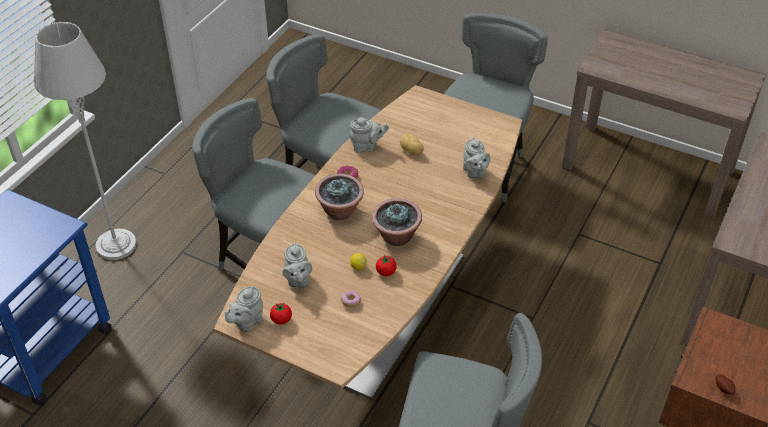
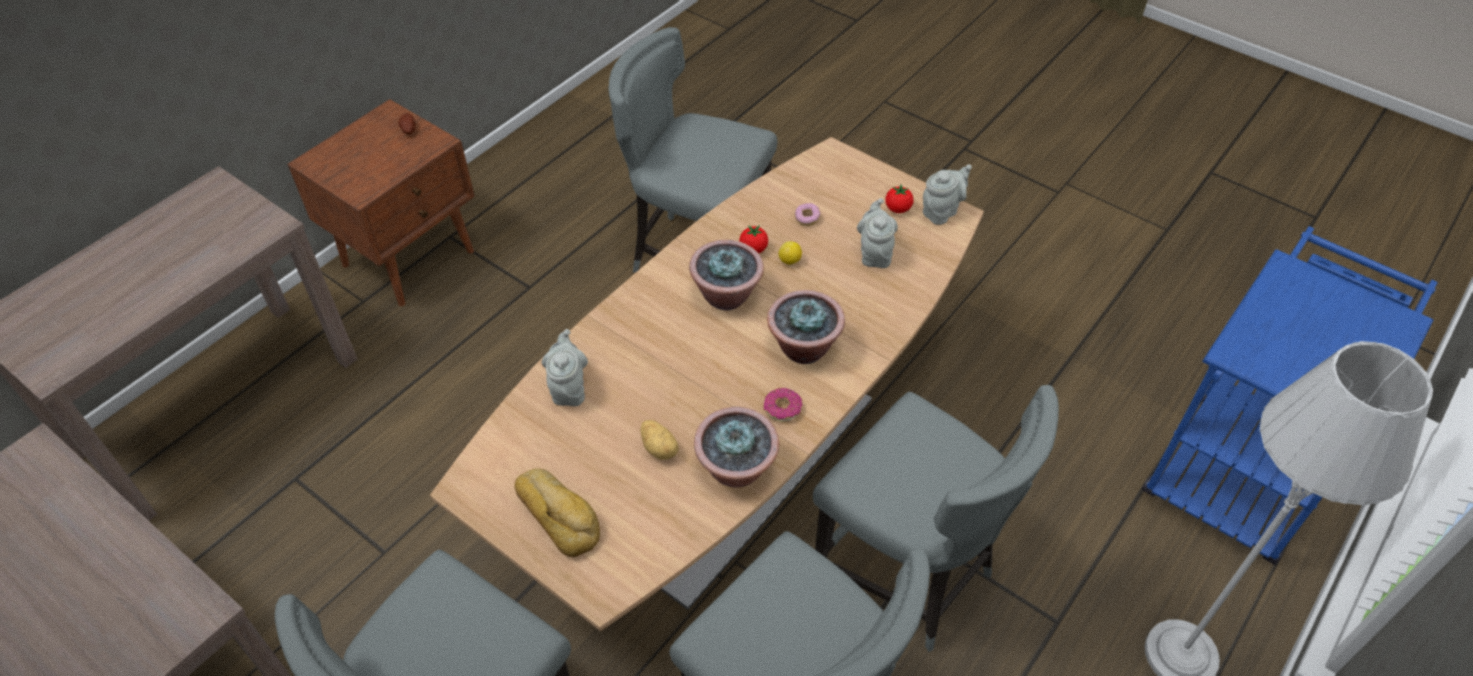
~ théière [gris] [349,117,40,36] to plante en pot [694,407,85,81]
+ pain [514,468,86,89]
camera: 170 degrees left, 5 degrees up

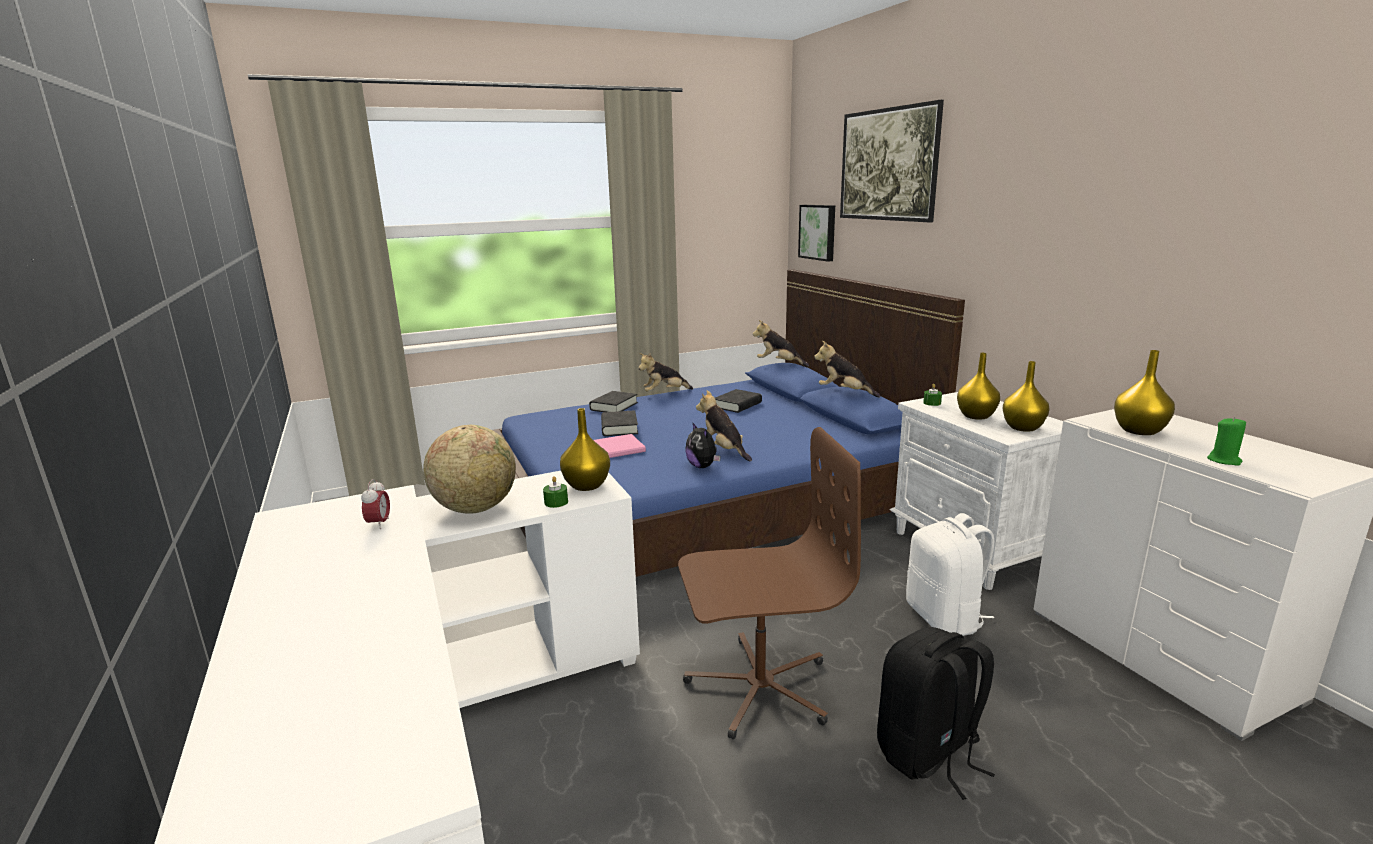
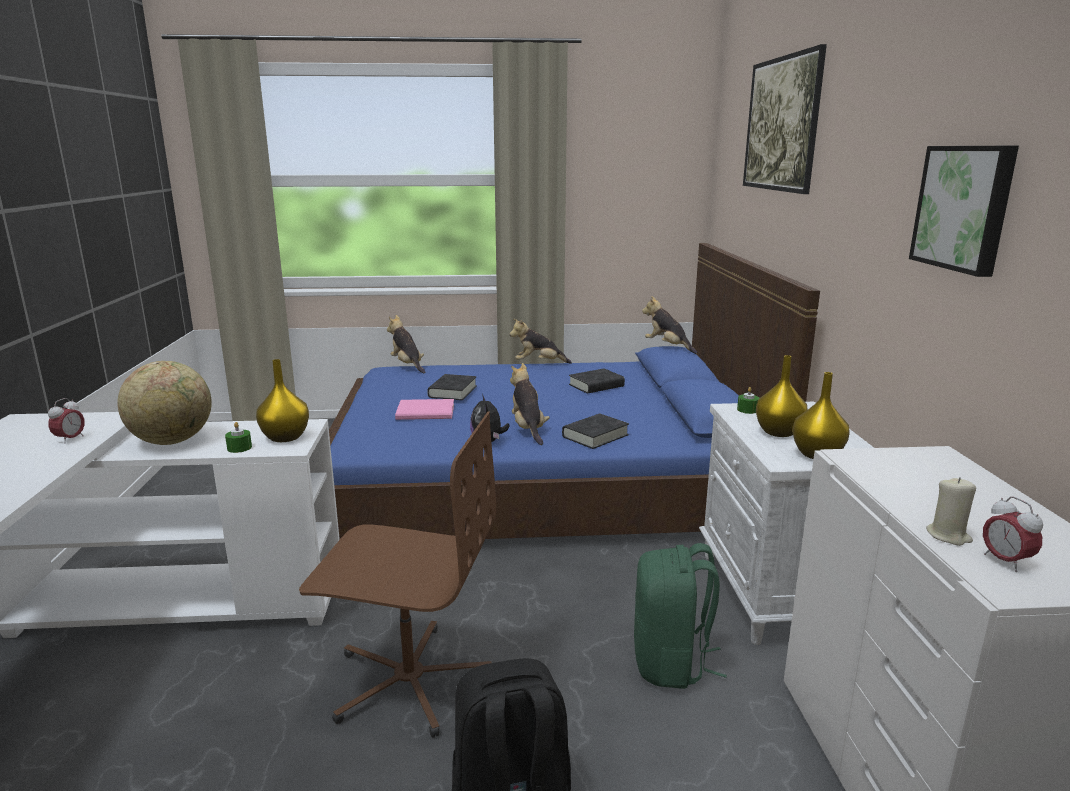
~ tableau [798,205,37,57] to [909,146,110,131]
~ peluche [814,341,66,57] to [387,315,38,58]
- vase [jaune] [1114,350,61,85]
~ livre [noir] [589,391,49,21] to [562,414,67,35]
~ bougie [vert] [1207,417,39,49] to bougie [beige] [926,477,50,69]
~ sac à dos [blanc] [906,513,88,123] to sac à dos [vert] [634,543,93,146]
+ réveil [983,496,60,76]
camera: 20 degrees right, 0 degrees up

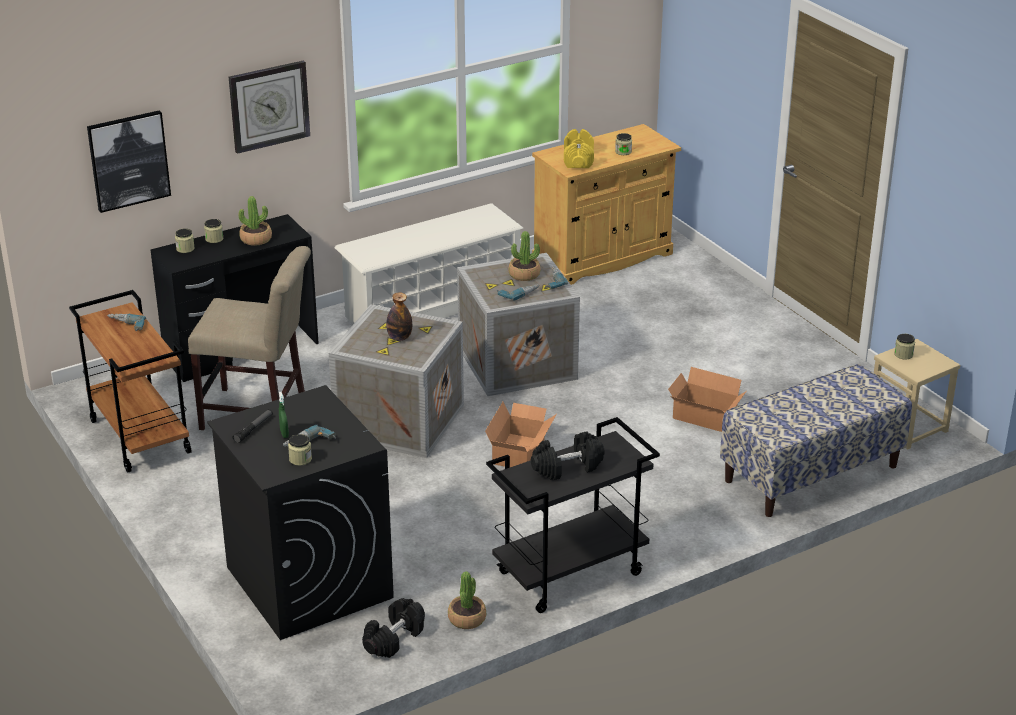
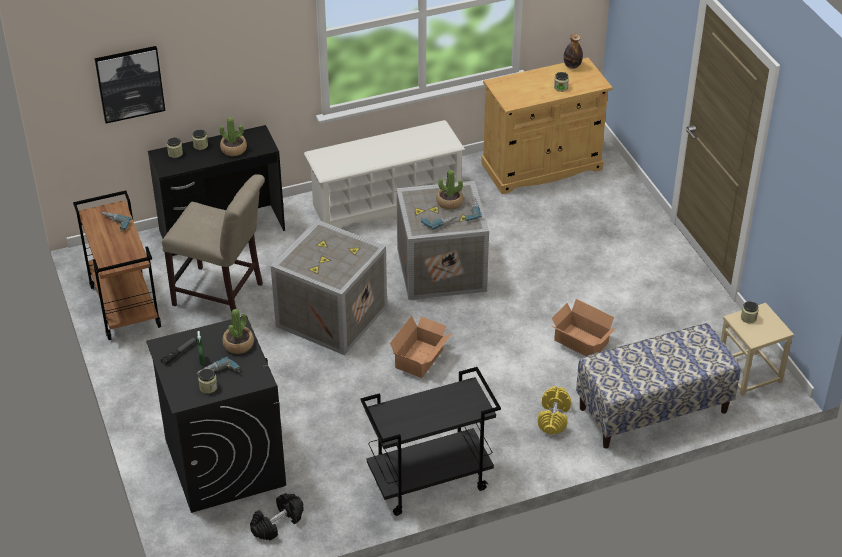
- horloge murale [229,61,81,93]
~ haltère [jaune] [564,129,30,39] to [538,386,33,49]
~ bouteille [386,292,26,49] to [564,34,19,35]
- haltère [noir] [531,432,74,48]
~ plante en pot [448,571,38,58] to [222,309,32,45]
camera: 10 degrees right, 10 degrees up

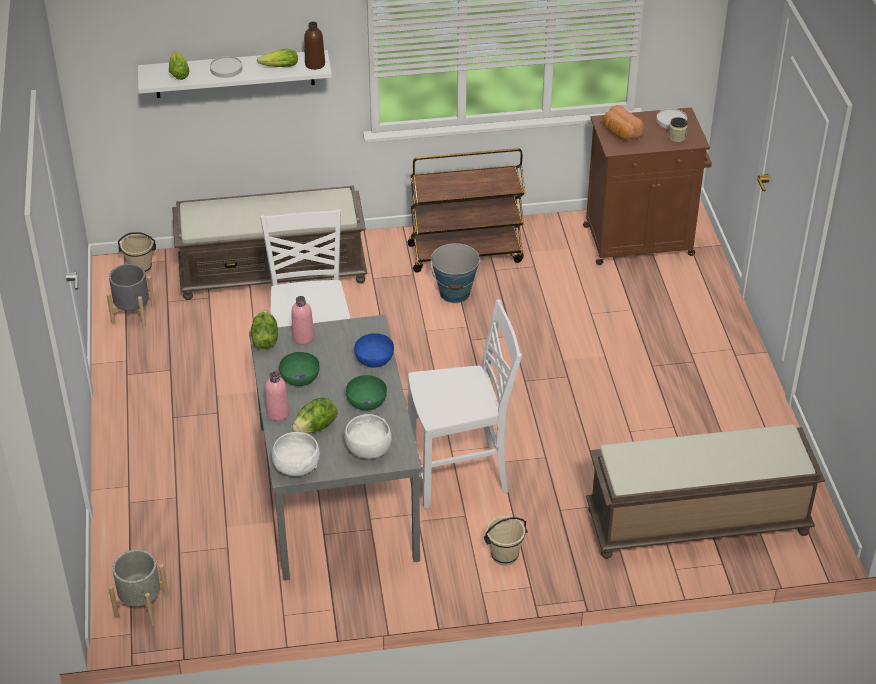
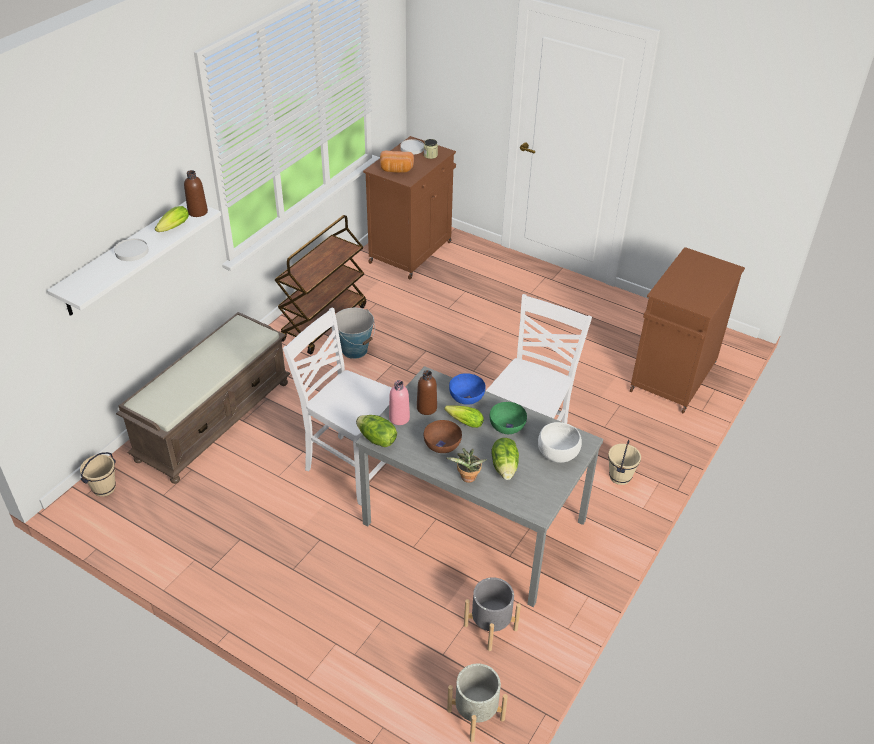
~ laitue [169,51,20,29] to [444,405,40,23]
~ cache-pot [gris] [106,264,49,64] to [464,577,57,74]
~ bol [vert] [279,352,41,34] to bol [marron] [424,420,38,33]
~ bouteille [rose] [265,371,24,50] to plante en pot [446,448,41,35]
~ banc [marron] [586,425,239,134] to meuble de rangement [marron] [630,247,115,167]
- bol [blanc] [271,432,49,44]
+ bouteille [marron] [417,370,20,45]
camera: 50 degrees left, 0 degrees up

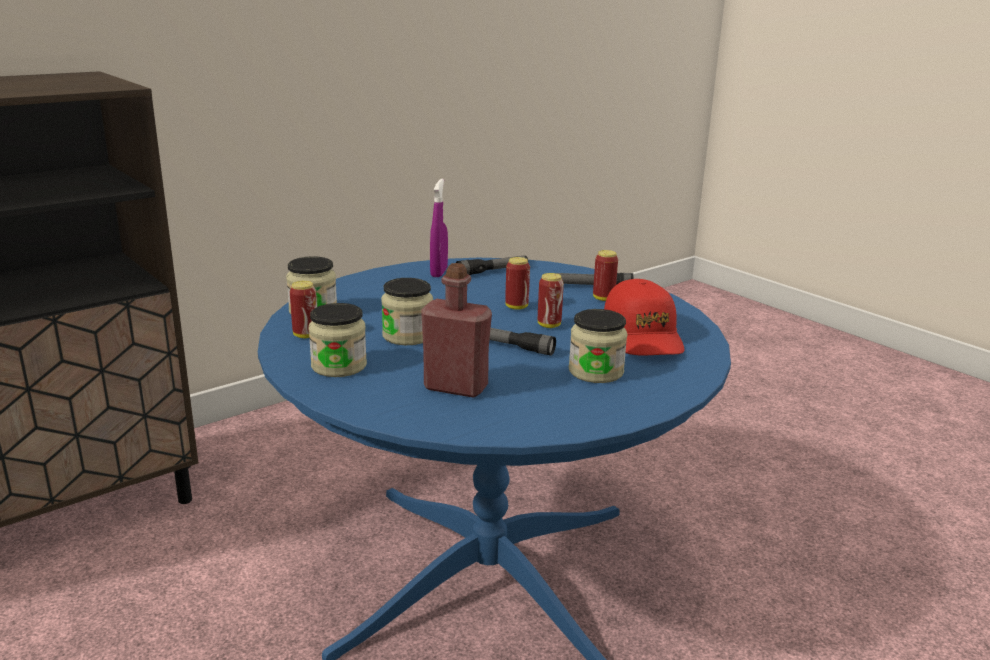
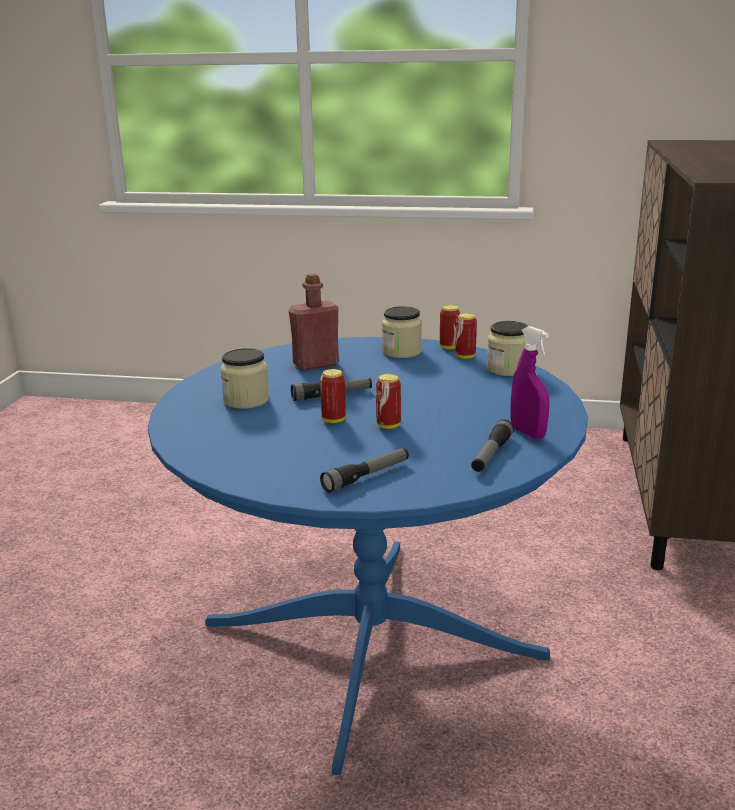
~ boîte métallique [593,250,25,51] to [440,305,20,44]
- bocal [381,278,52,67]
- casquette [rouge] [604,279,80,77]
camera: 140 degrees right, 0 degrees up

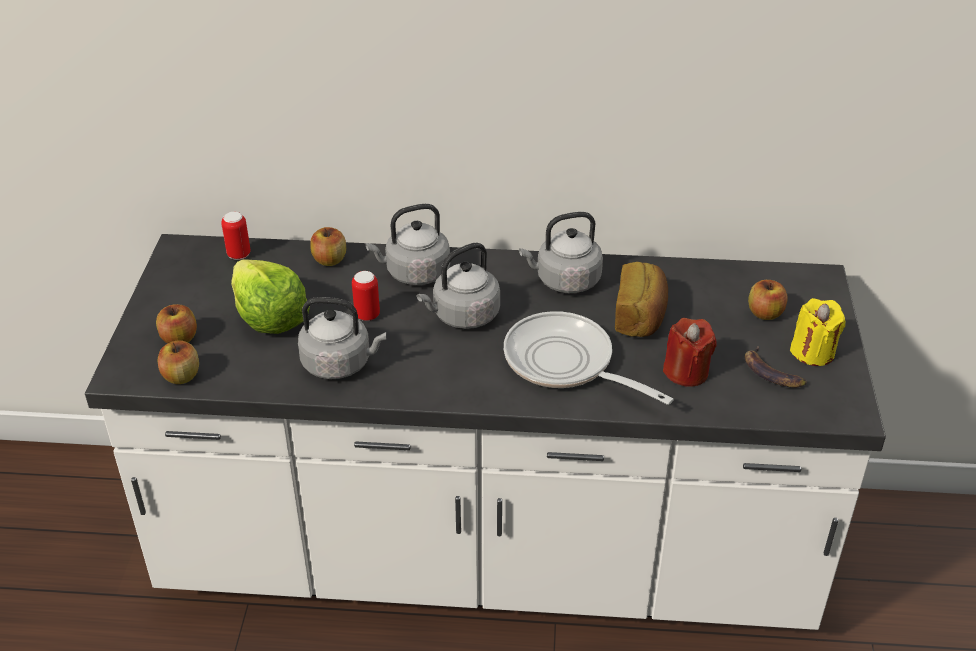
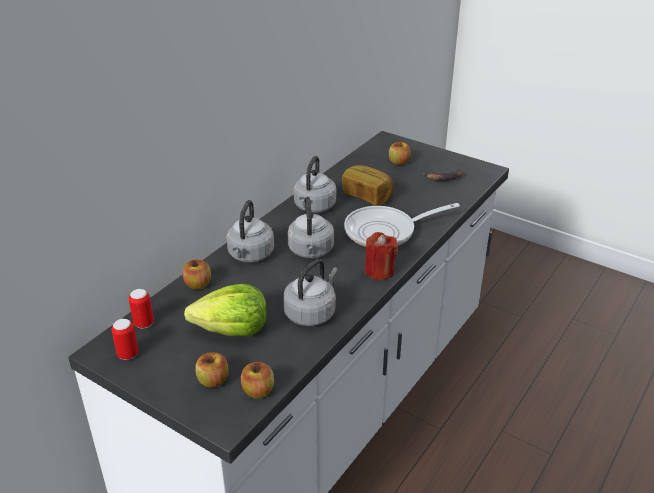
~ boîte métallique [352,271,28,50] to [111,319,27,41]
- bougie [jaune] [790,298,55,68]
~ bougie [rouge] [663,318,53,69] to [365,232,32,48]
camera: 60 degrees left, 5 degrees down

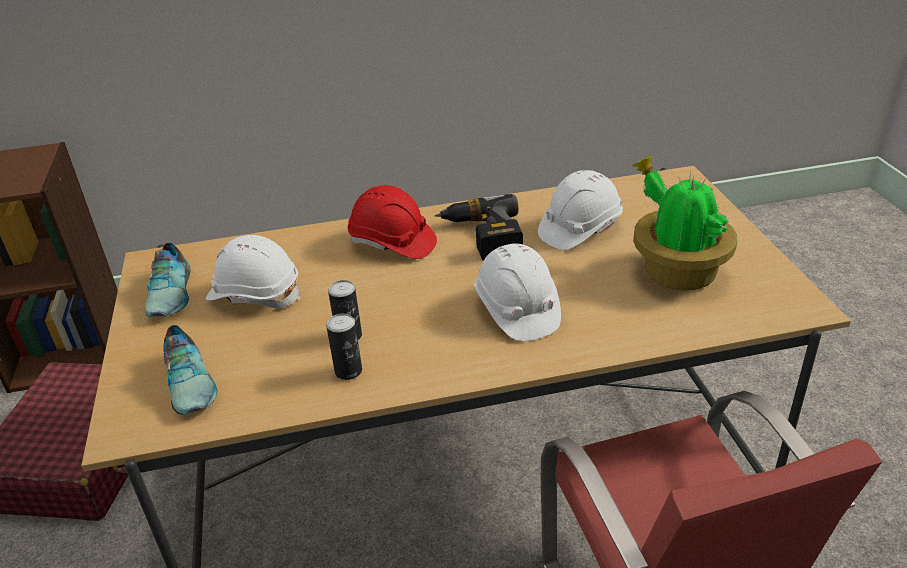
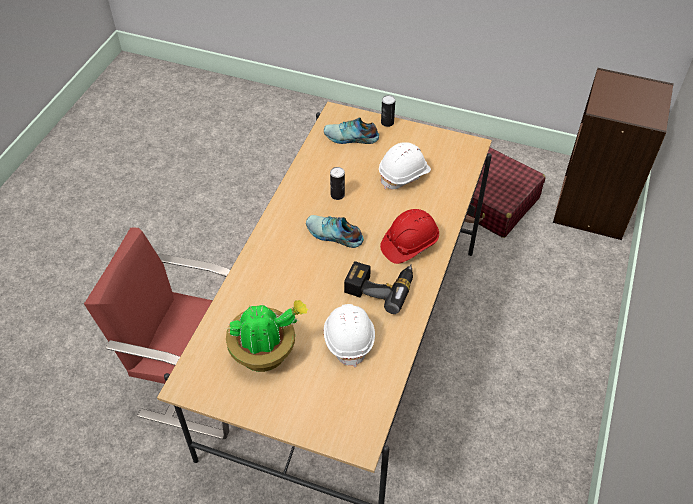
~ chaussure [145,242,46,75] to [306,215,58,33]
- casque de chantier [blanc] [474,244,87,97]
~ boîte métallique [326,313,36,67] to [381,95,14,32]
camera: 120 degrees right, 15 degrees up

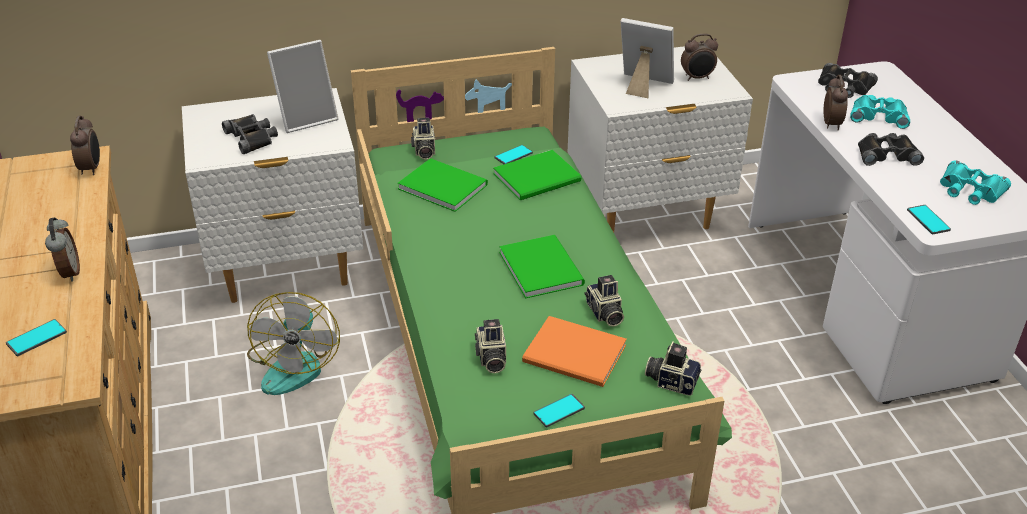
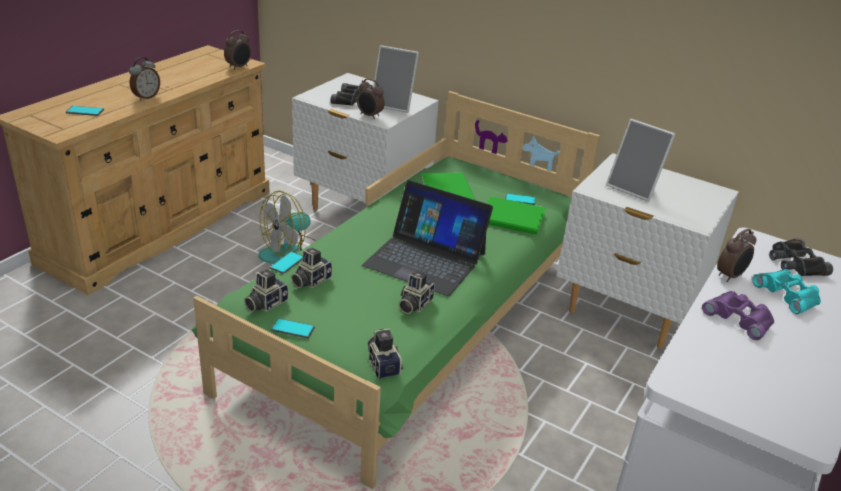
~ cadre photo [620,18,54,80] = [606,119,69,83] 150 degrees clockwise
~ réveil [681,34,37,47] to [357,78,28,41]
~ appareil photo [411,118,24,42] to [244,269,45,43]
~ jumelles [noir] [858,133,66,33] to jumelles [violet] [702,291,72,49]
- jumelles [turquoise] [940,160,71,45]
~ téléphone [907,205,44,30] to [270,251,32,23]
~ livre [vert] [499,235,86,64] to ordinateur portable [362,180,131,116]
- livre [orange] [522,316,105,71]
camera: 45 degrees right, 5 degrees down

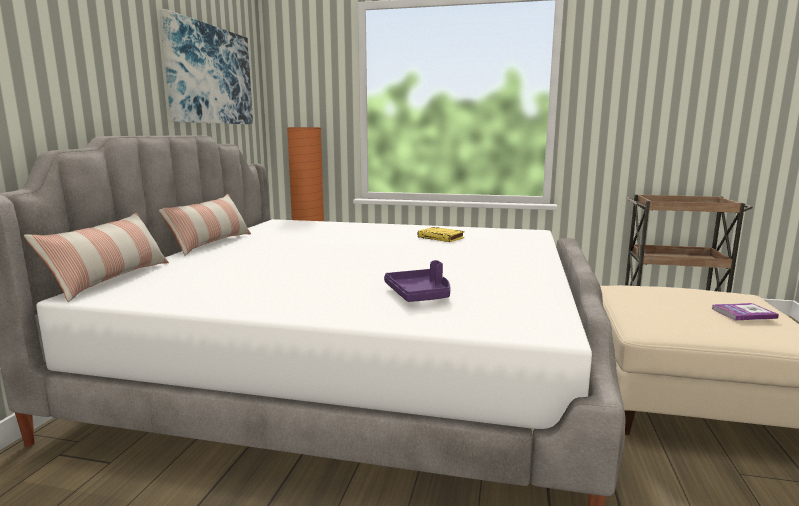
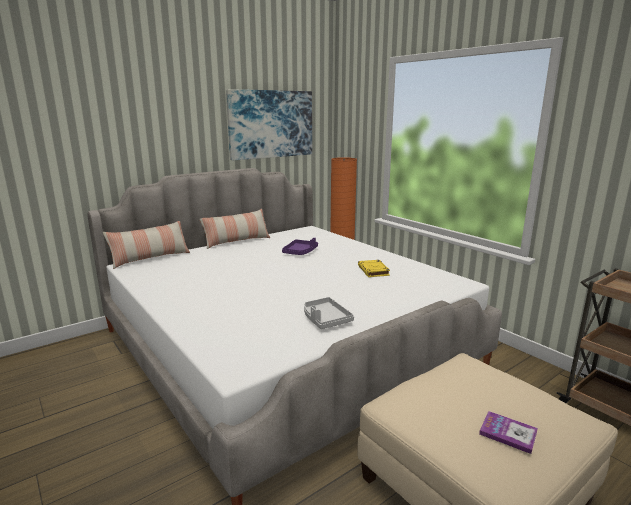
~ plateau [violet] [384,260,67,42] to [282,238,36,17]
+ plateau [gris] [304,297,50,32]
camera: 40 degrees right, 5 degrees up

